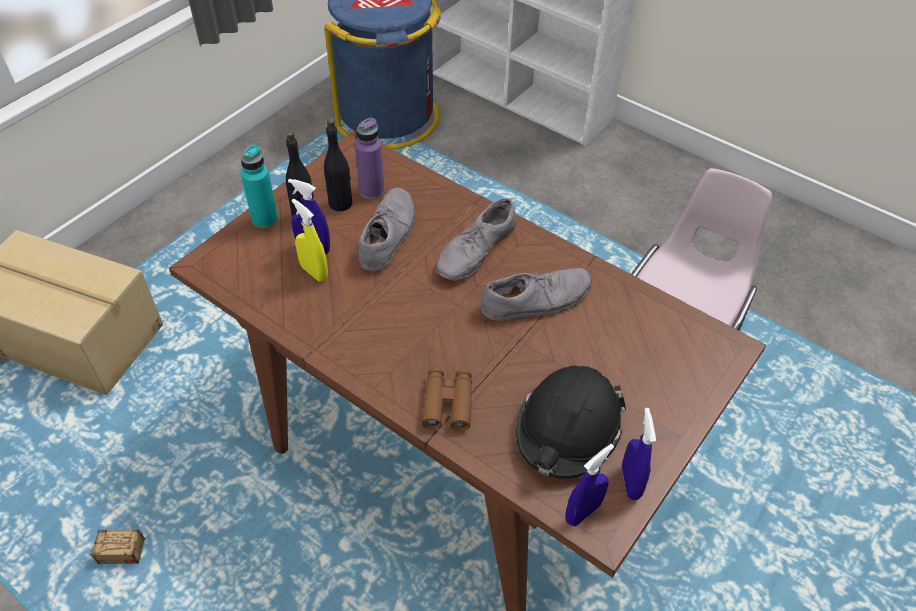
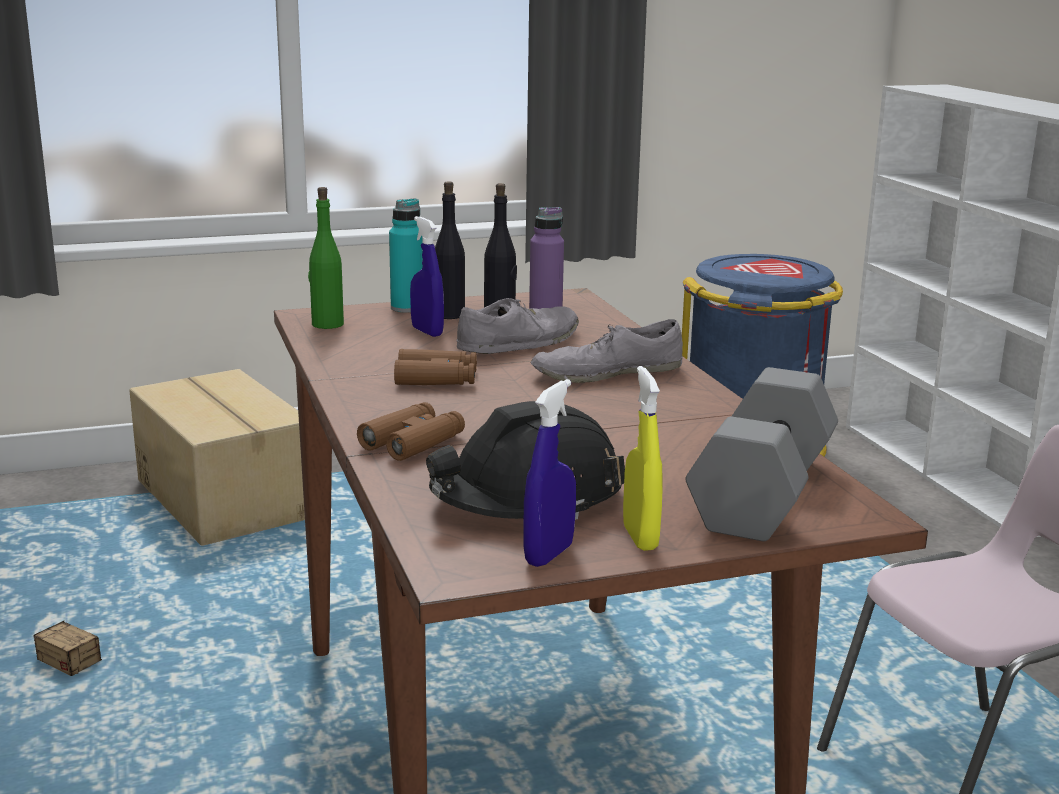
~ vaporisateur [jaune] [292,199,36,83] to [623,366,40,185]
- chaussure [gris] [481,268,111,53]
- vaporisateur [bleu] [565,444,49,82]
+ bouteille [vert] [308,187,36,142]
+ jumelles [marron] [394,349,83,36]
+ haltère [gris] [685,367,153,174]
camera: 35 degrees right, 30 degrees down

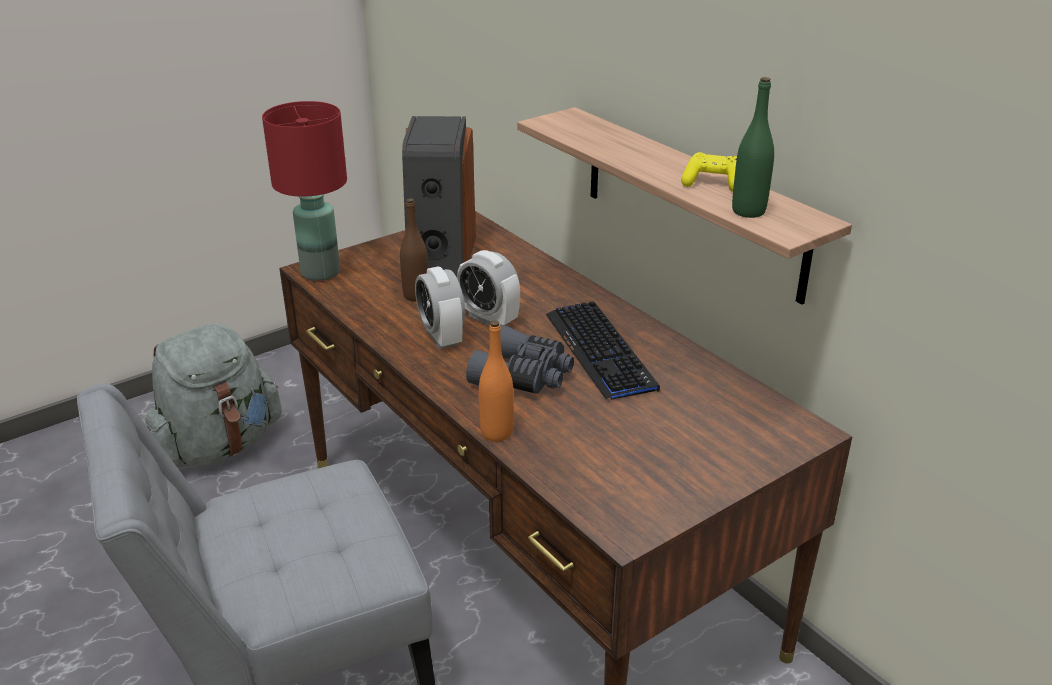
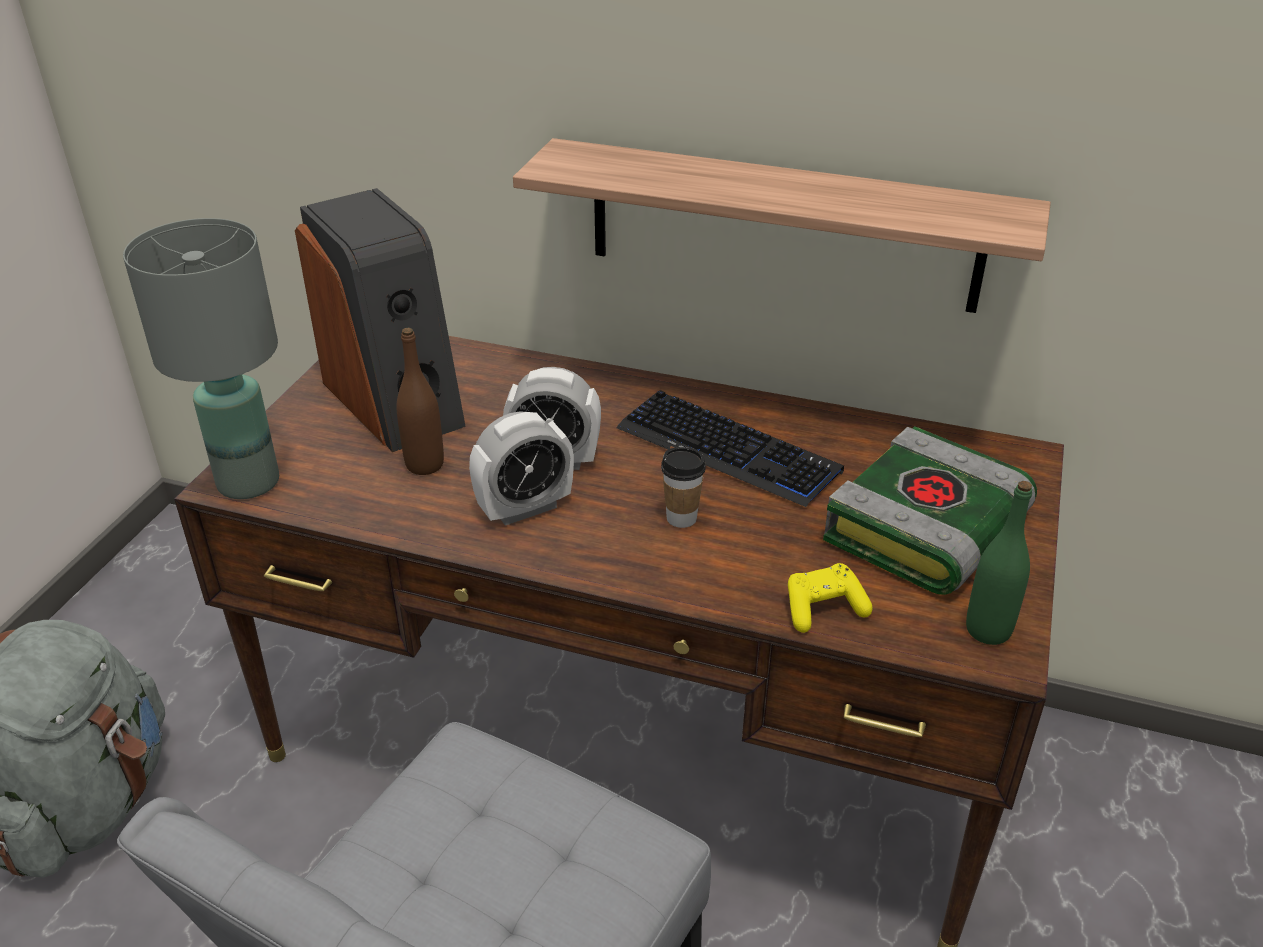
~ bouteille [vert] [732,77,42,141] to [966,481,66,164]
~ lampe de table [rouge] [262,101,85,180] to lampe de table [gris] [123,218,156,281]
~ manette [jaune] [681,152,56,40] to [788,563,85,70]
~ réveil [415,267,50,82] = [469,411,105,115] 60 degrees counterclockwise
- bouteille [orange] [479,320,35,121]
~ jumelles [gris] [466,325,108,69] to tasse [661,447,45,81]
+ livre [823,426,214,169]
camera: 35 degrees left, 5 degrees up

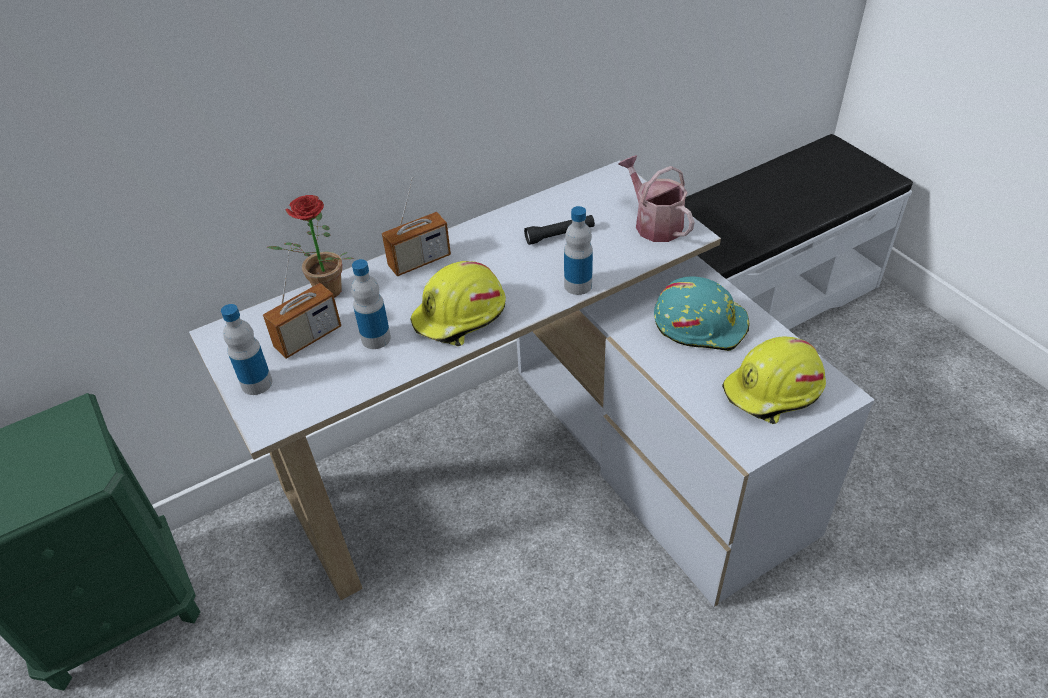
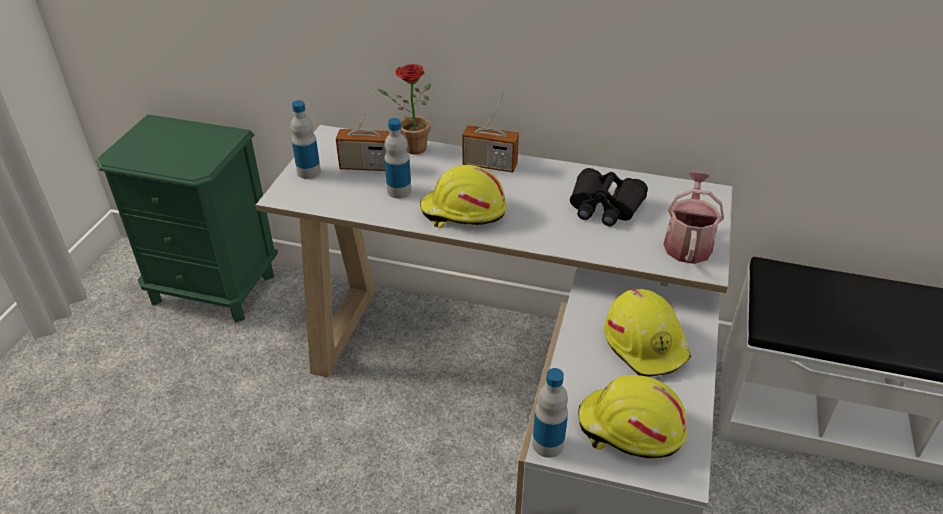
~ bouteille [564,206,29,89] to [532,368,36,90]
~ lampe de poche [noir] [524,215,71,30] to jumelles [noir] [570,168,78,58]
~ casque de chantier [turquoise] [654,277,96,74] to casque de chantier [jaune] [604,289,87,88]
camera: 45 degrees right, 5 degrees down

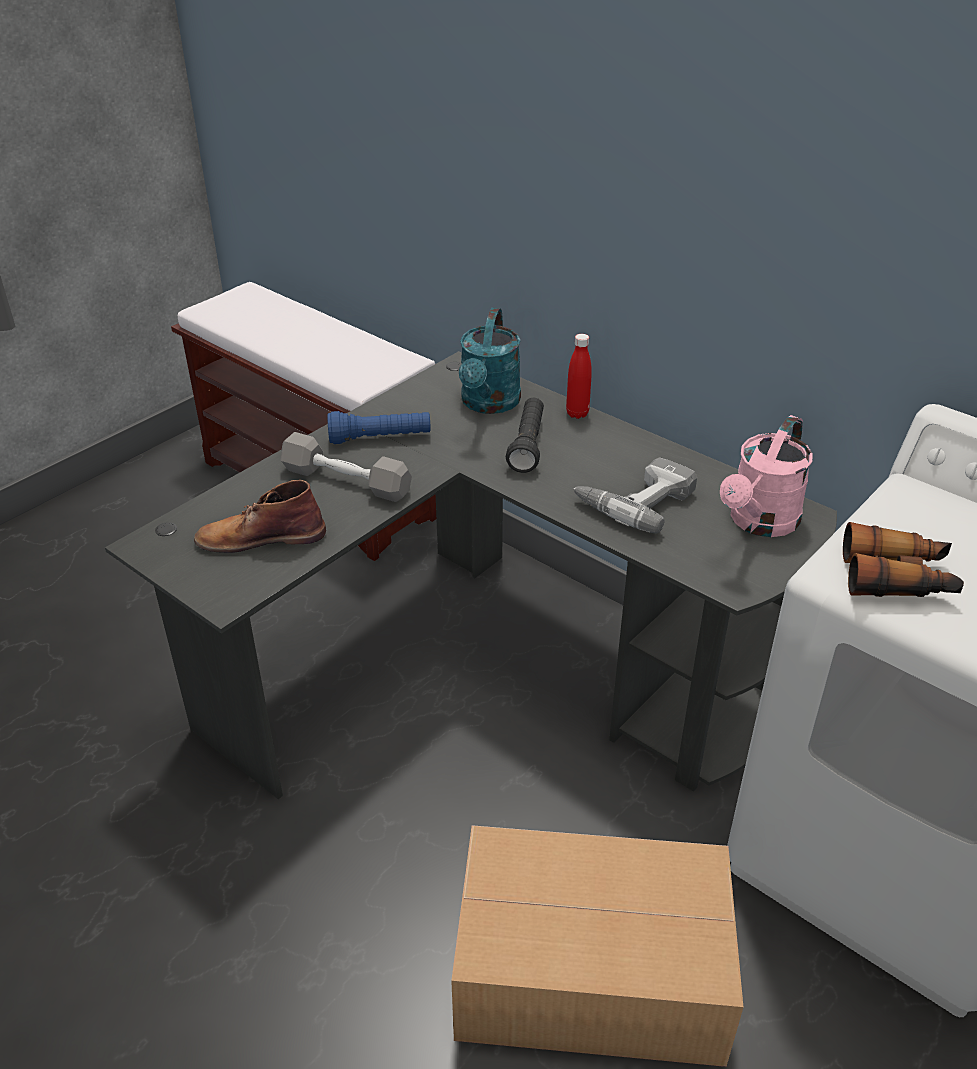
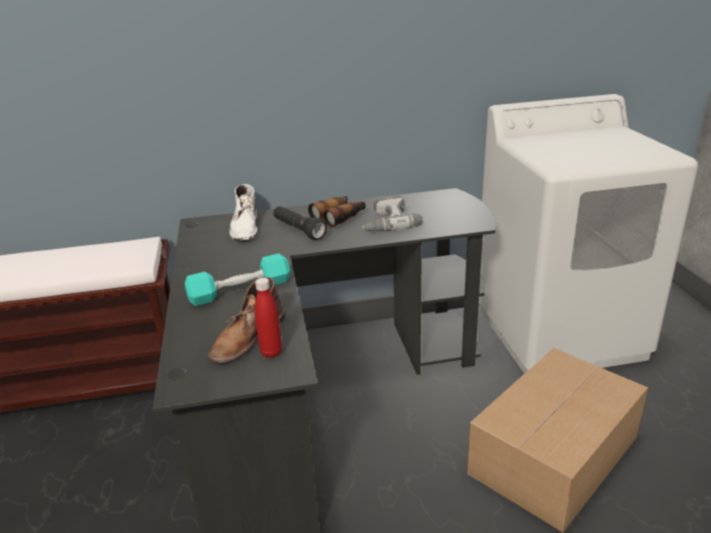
~ arrosoir [turquoise] [459,308,62,106] to botte [blanc] [229,184,29,57]
~ bouteille [rouge] [566,334,26,85] to [255,278,27,80]
- lampe de poche [bleu] [327,411,104,33]
- arrosoir [rose] [720,415,93,122]
~ haltère [gris] [280,432,132,70] to haltère [turquoise] [185,253,105,53]
~ jumelles [843,522,121,75] to [308,196,58,32]
camera: 50 degrees left, 10 degrees down

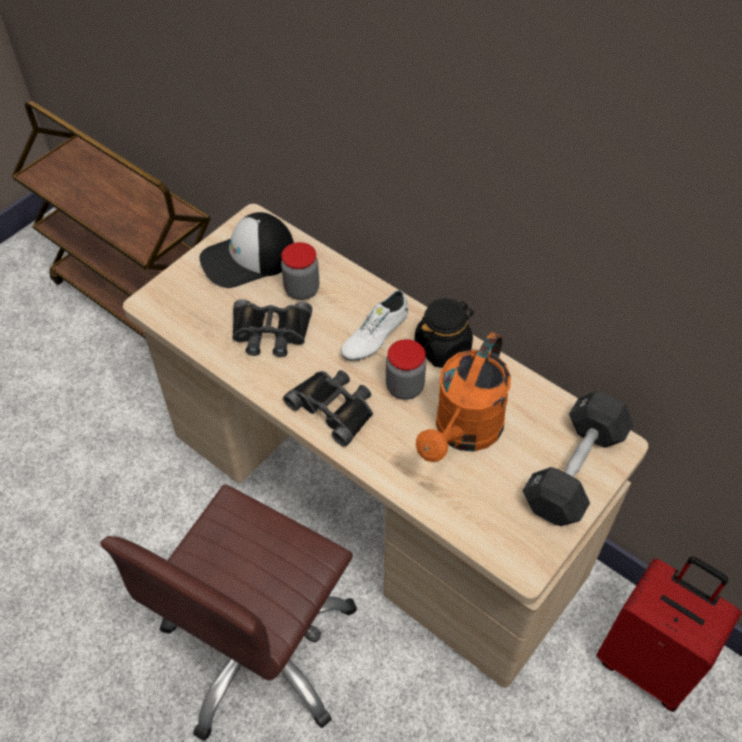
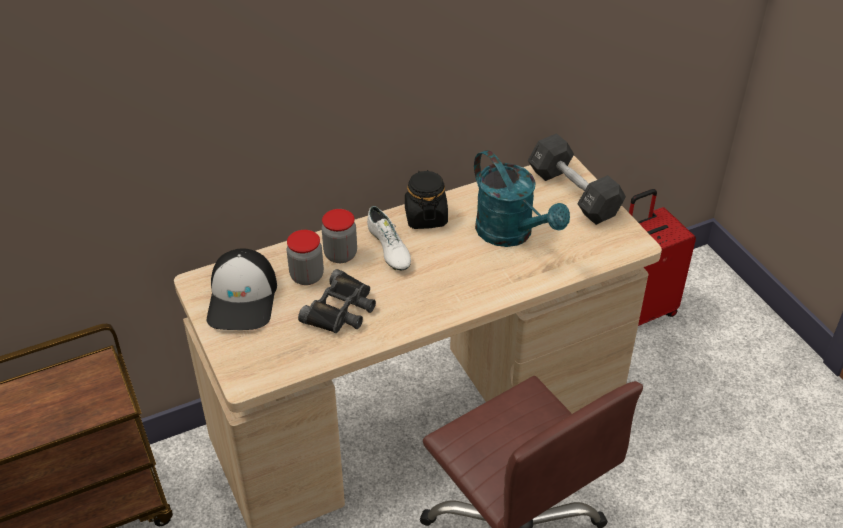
~ arrosoir [orange] [416,332,95,130] to arrosoir [turquoise] [474,150,96,97]
~ bocal [386,339,40,61] to [322,209,35,54]
- jumelles [noir] [283,370,90,77]
camera: 65 degrees left, 10 degrees down

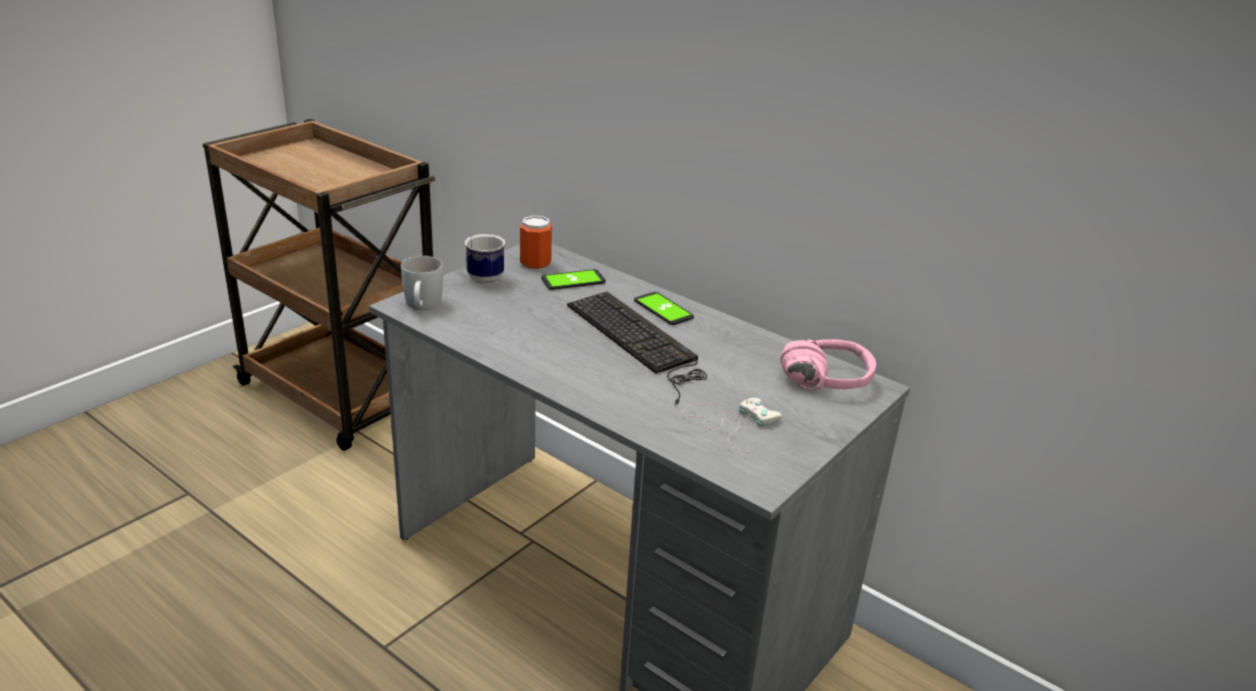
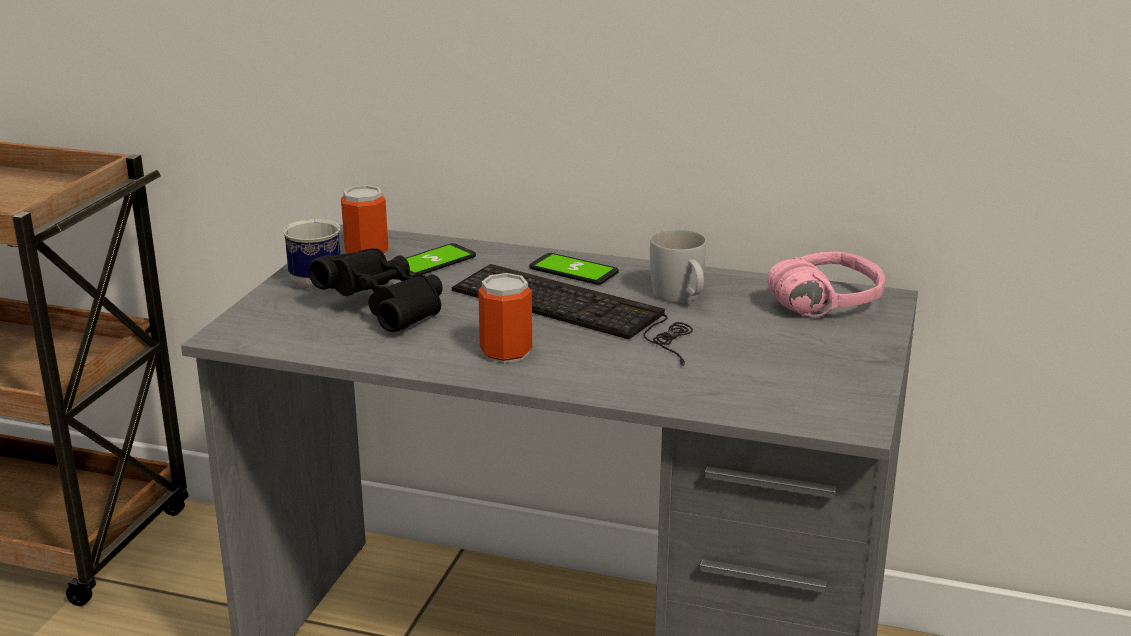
~ mug [blanc] [401,256,42,54] to [650,229,56,74]
- manette [blanc] [683,398,99,55]
+ jumelles [noir] [309,248,134,84]
+ boîte métallique [478,273,54,90]
camera: 20 degrees left, 5 degrees down

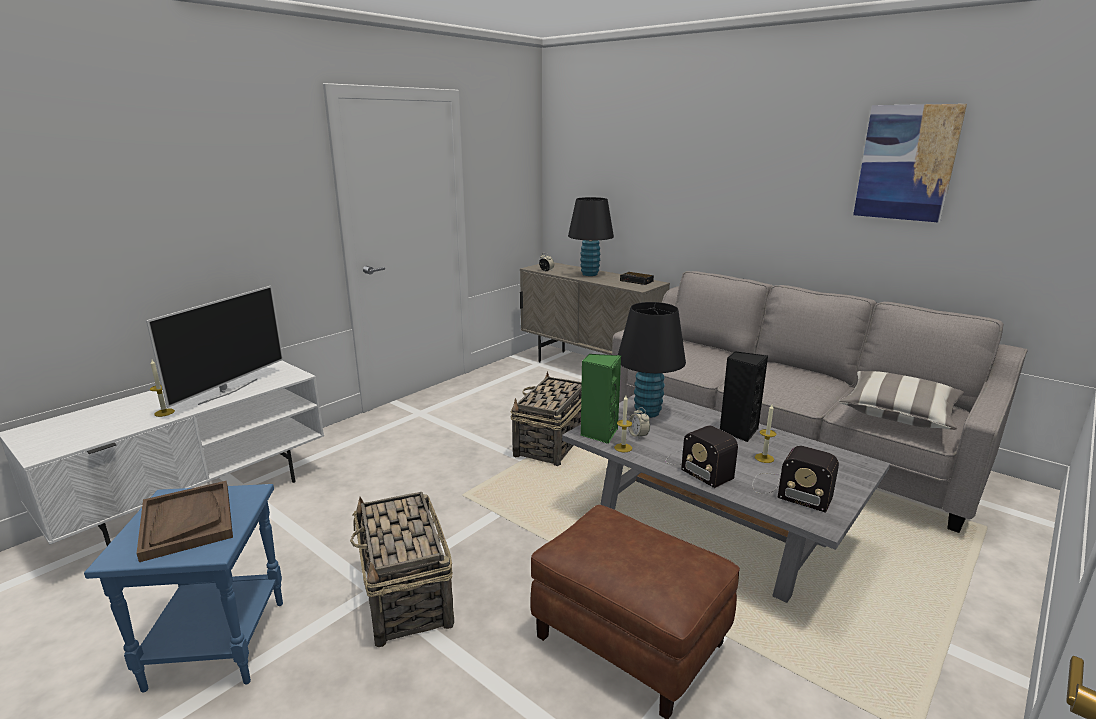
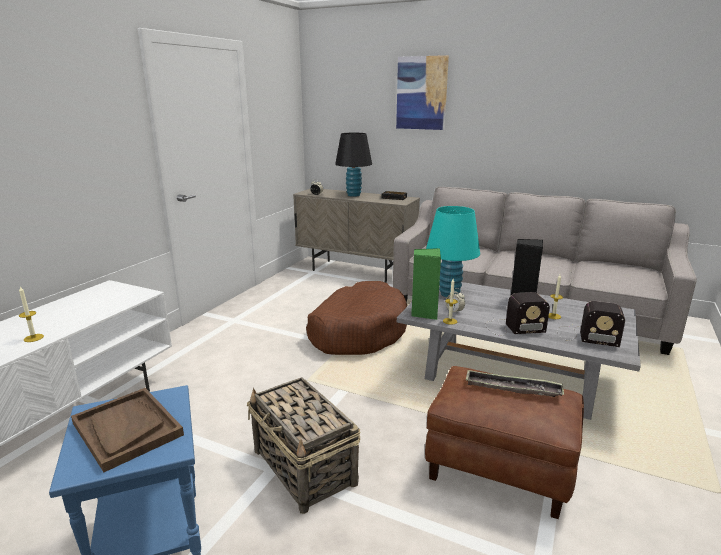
~ tableau [853,104,114,119] to [396,55,53,75]
- téléviseur [146,286,137,122]
~ lampe de table [noir] [618,302,68,116] to lampe de table [turquoise] [426,206,54,91]
~ panier [510,371,72,95] to panier pour chien [marron] [306,281,101,74]
- coussin [839,371,125,59]
~ radio [666,425,72,63] = [485,292,65,44] 45 degrees counterclockwise
+ plateau [466,370,98,27]
camera: 15 degrees left, 0 degrees up

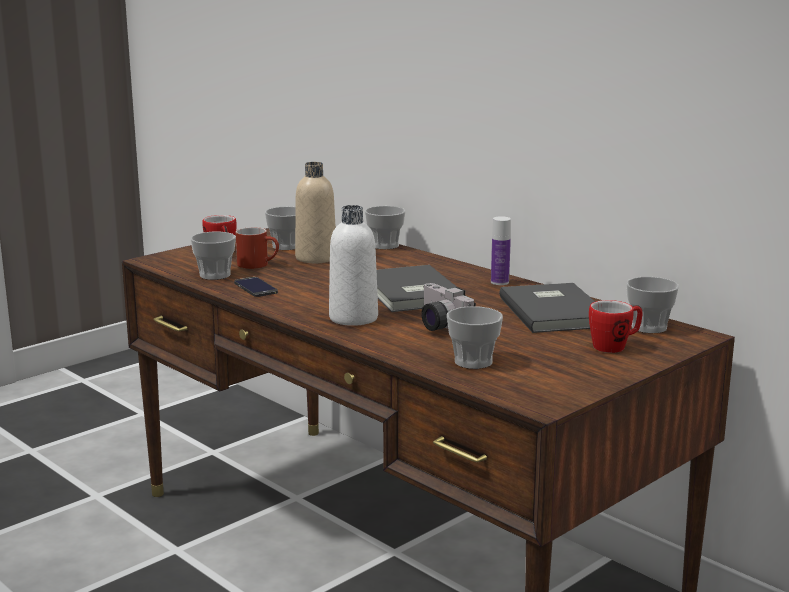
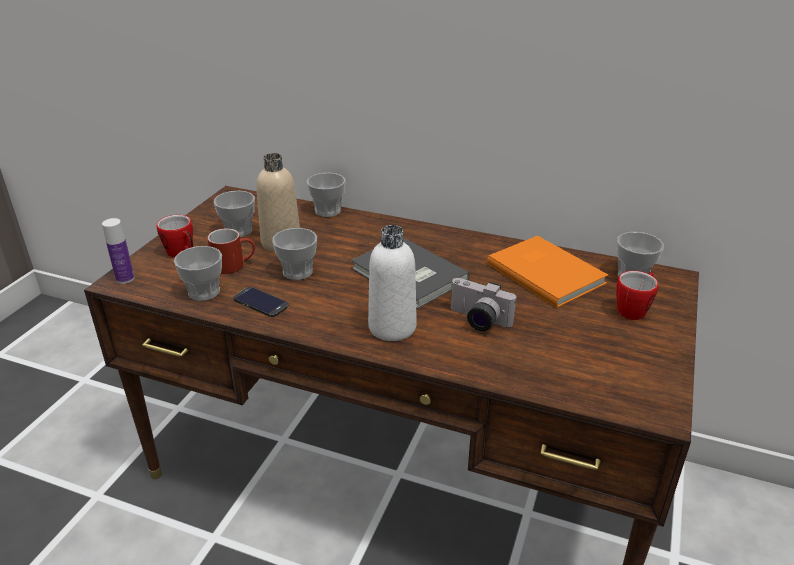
~ bouteille [491,216,20,69] to [102,218,33,66]
~ livre [gris] [499,283,96,50] to livre [orange] [487,236,121,72]
~ tasse [447,306,56,63] to [272,228,45,52]
camera: 25 degrees left, 15 degrees up

